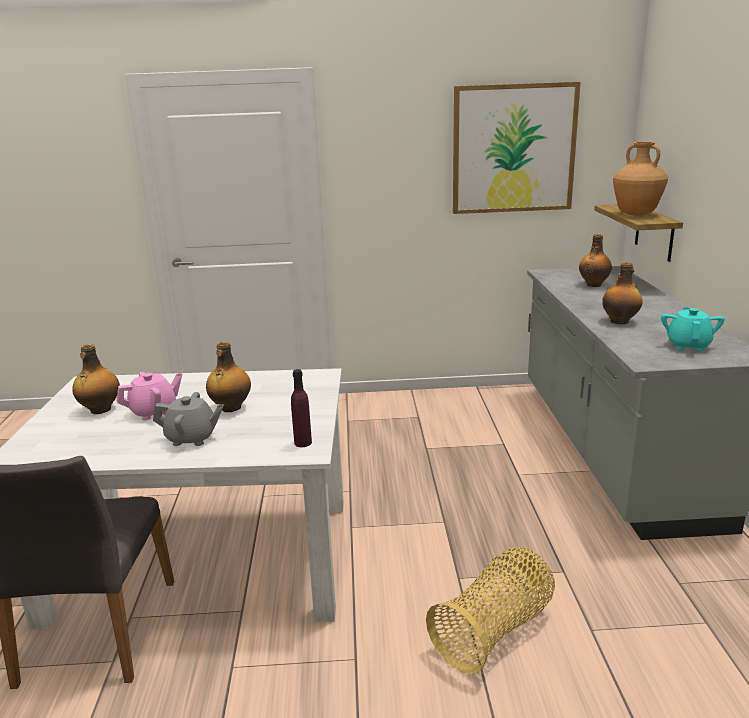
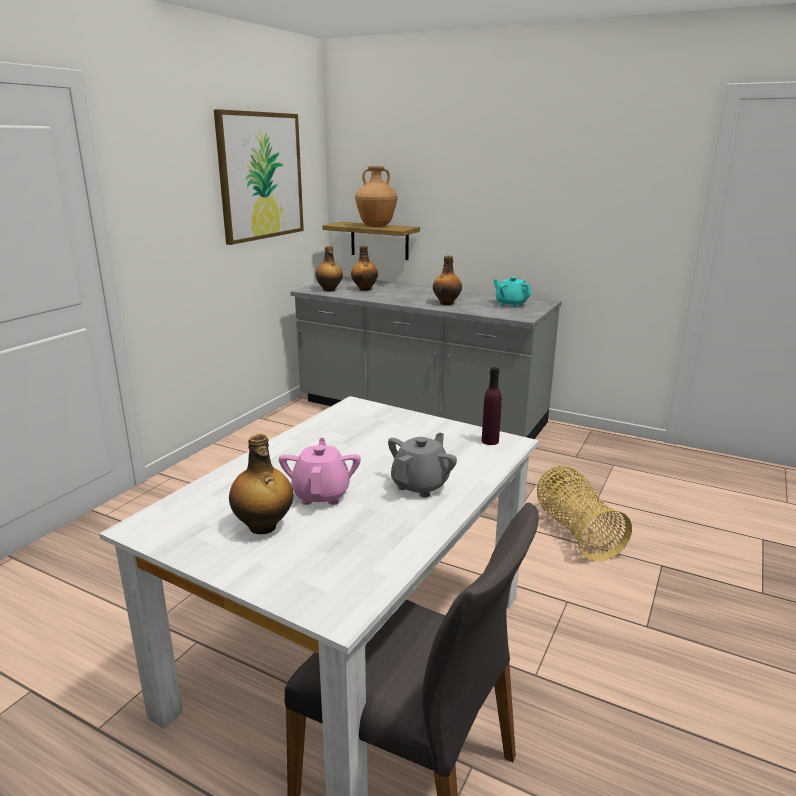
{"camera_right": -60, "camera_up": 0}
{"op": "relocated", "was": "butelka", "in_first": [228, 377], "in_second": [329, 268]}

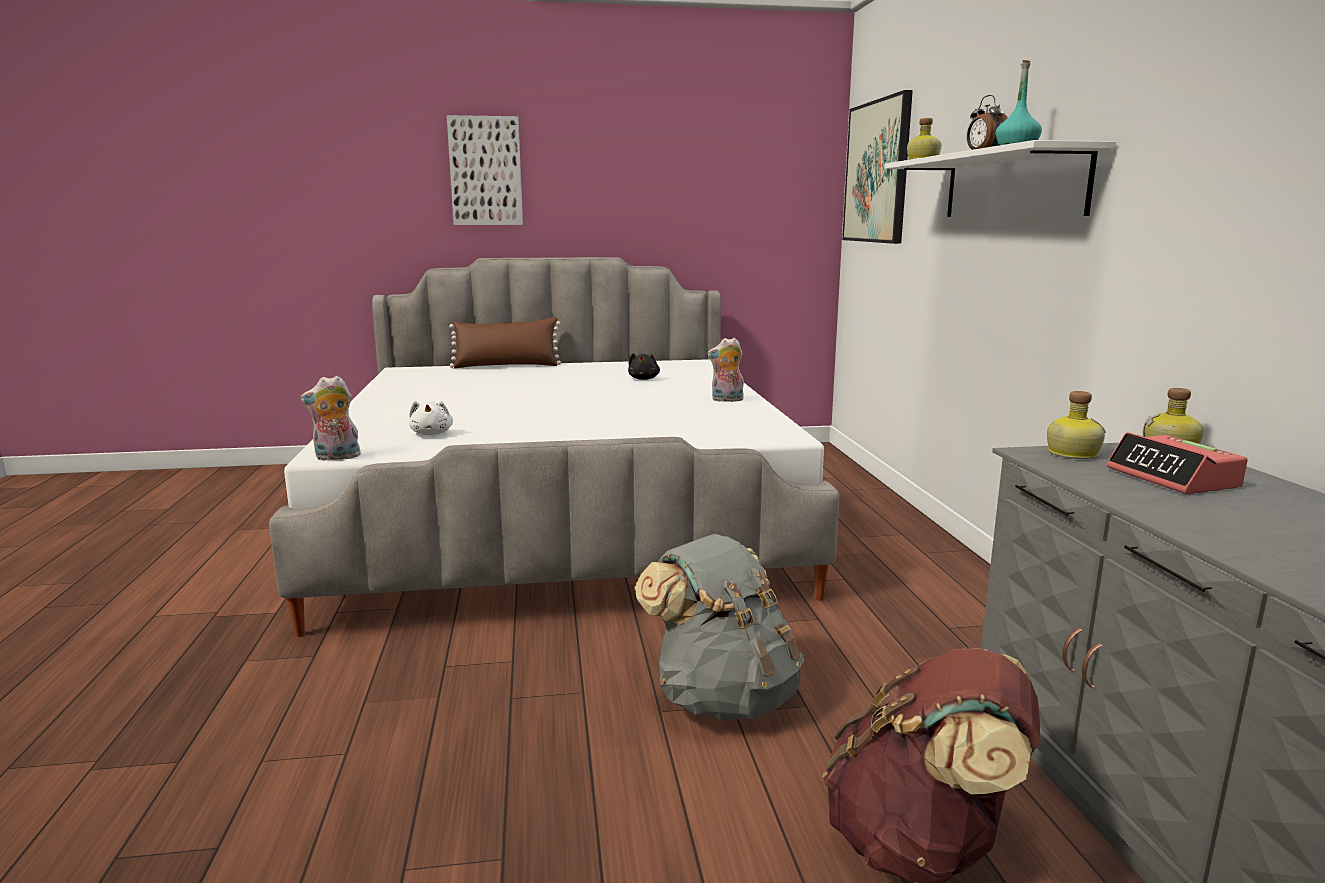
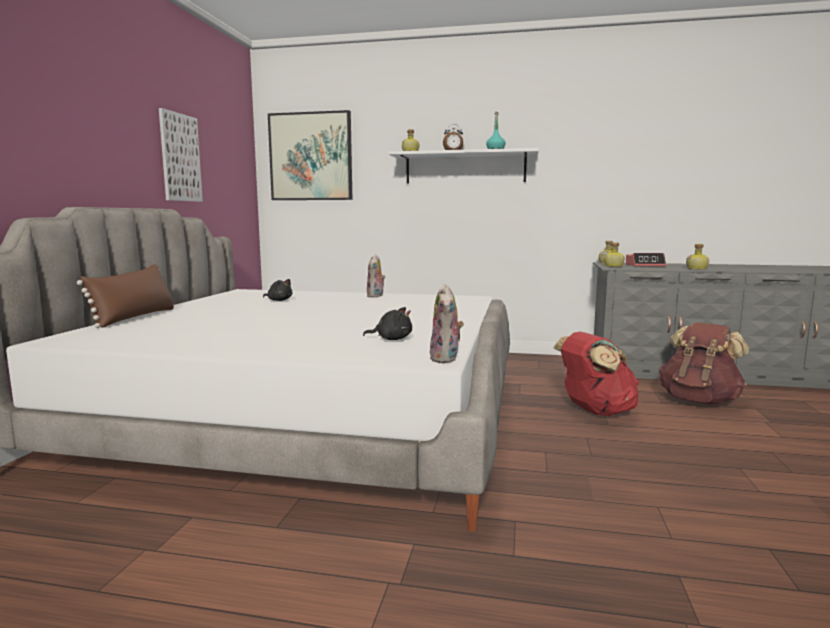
{"camera_right": -70, "camera_up": -5}
{"op": "relocated", "was": "obraz", "in_first": [485, 170], "in_second": [181, 155]}
{"op": "colour", "was": "pluszak (biały)", "now": "pluszak (czarny)", "in_first": [431, 418], "in_second": [387, 323]}
{"op": "colour", "was": "plecak (szary)", "now": "plecak (czerwony)", "in_first": [719, 627], "in_second": [596, 374]}
{"op": "appeared", "now": "butelka", "in_second": [697, 256]}

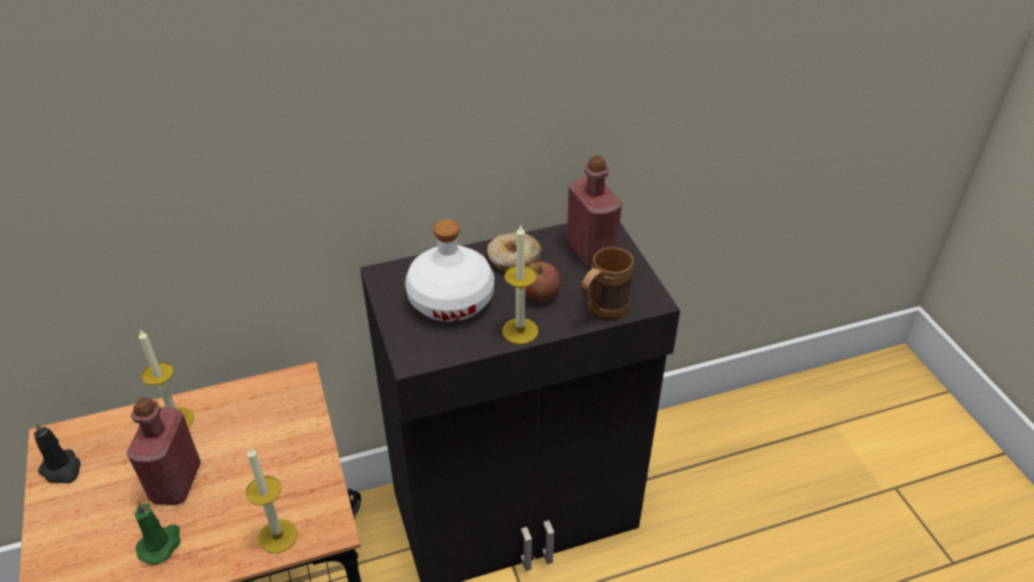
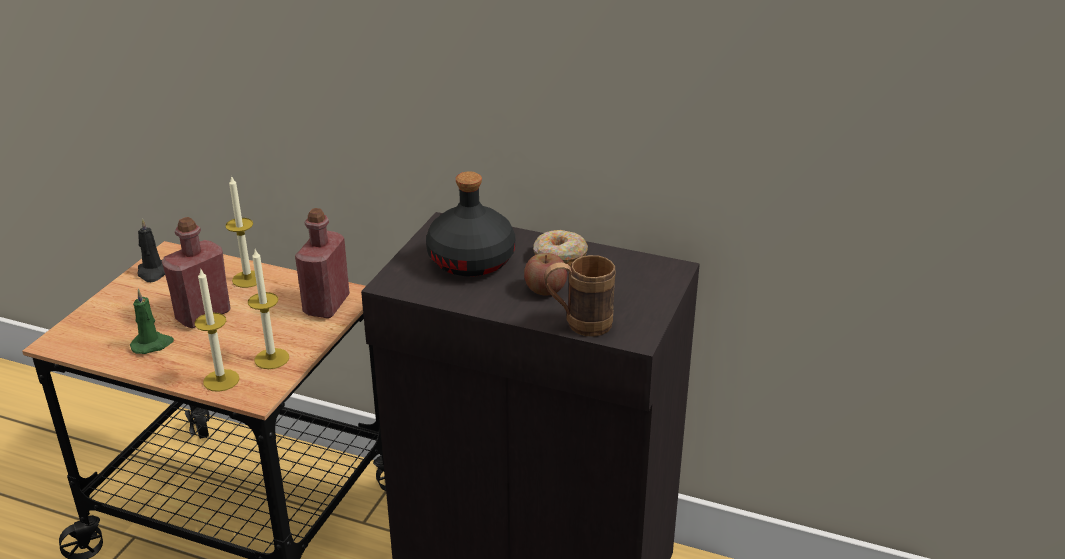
{"camera_right": 40, "camera_up": -10}
{"op": "relocated", "was": "butelka (czerwony)", "in_first": [594, 211], "in_second": [322, 263]}
{"op": "colour", "was": "butelka (biały)", "now": "butelka (czarny)", "in_first": [449, 270], "in_second": [470, 224]}
{"op": "relocated", "was": "świeca", "in_first": [520, 284], "in_second": [268, 309]}

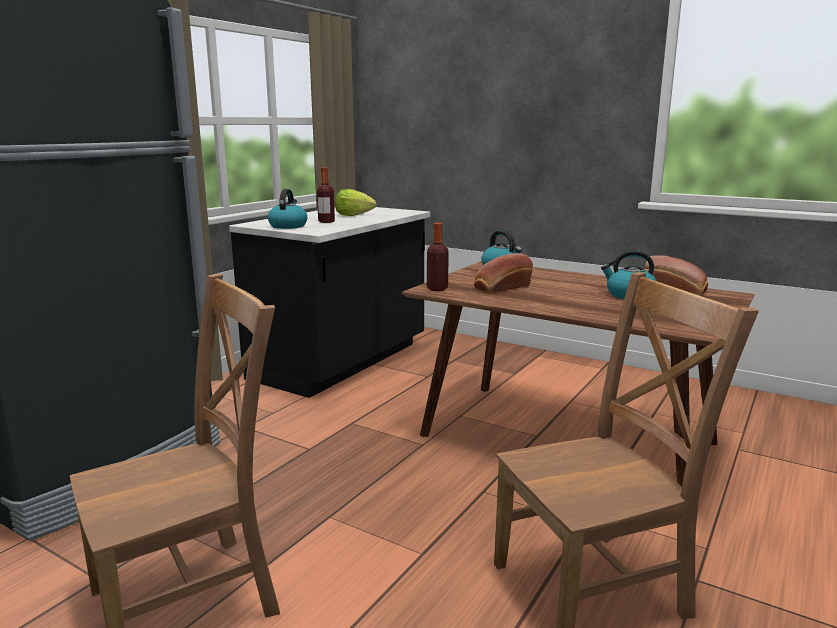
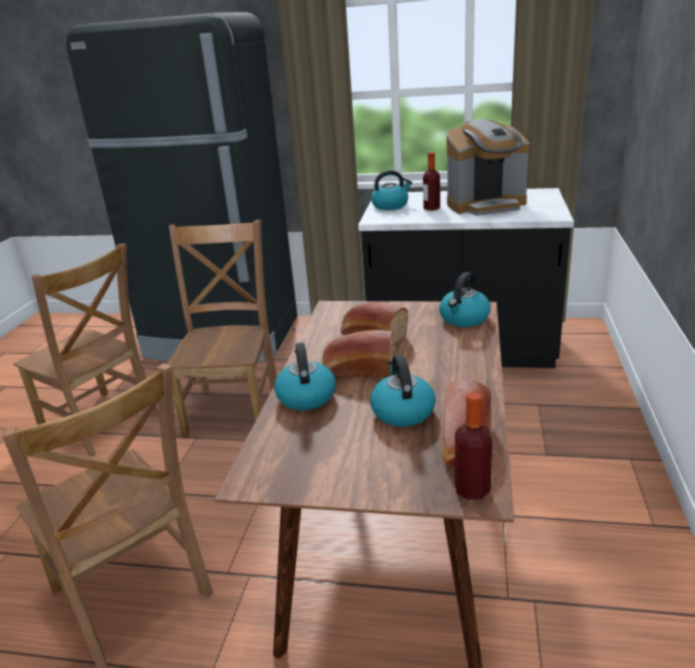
{"camera_right": 70, "camera_up": 10}
{"op": "exchanged", "was": "sałata", "now": "ekspres do kawy", "in_first": [355, 202], "in_second": [488, 167]}
{"op": "relocated", "was": "butelka", "in_first": [438, 257], "in_second": [473, 446]}
{"op": "appeared", "now": "krzesło (brązowy)", "in_second": [222, 328]}
{"op": "appeared", "now": "chleb", "in_second": [357, 353]}
{"op": "appeared", "now": "czajnik", "in_second": [305, 376]}

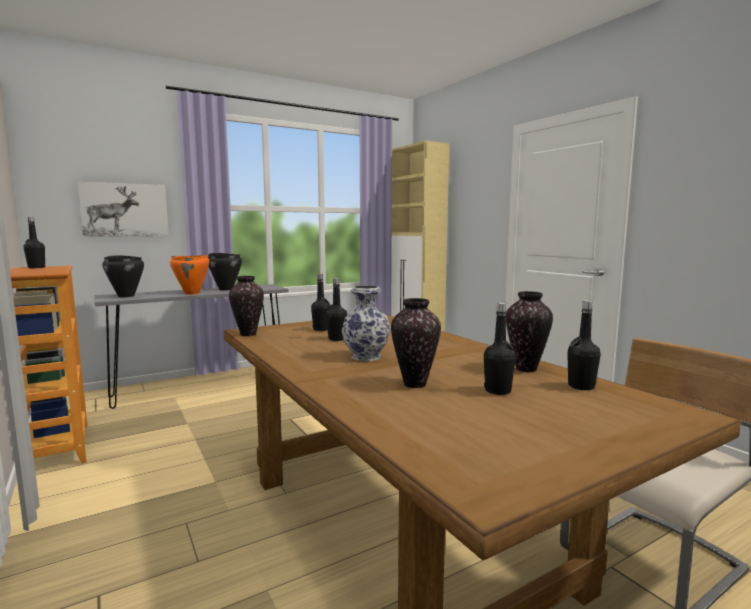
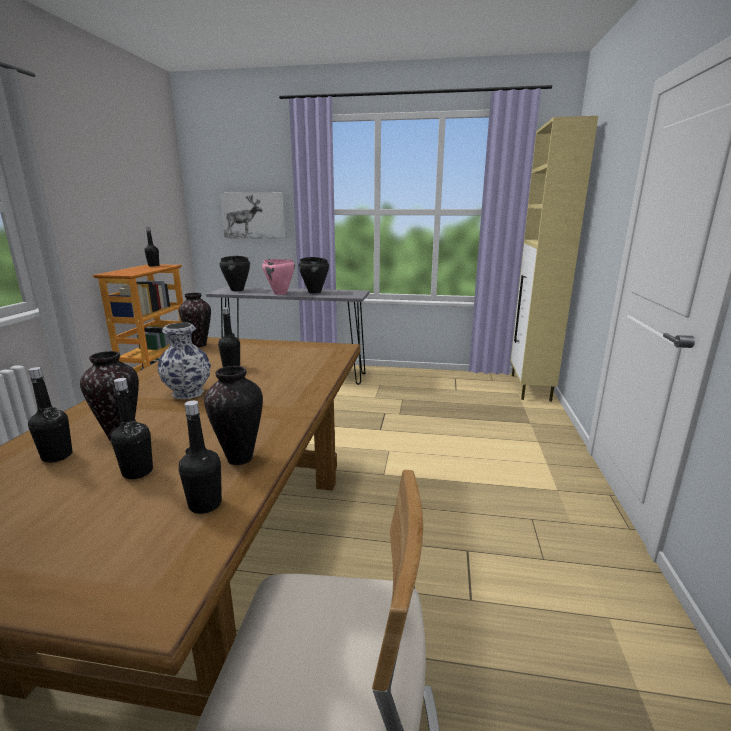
{"camera_right": 40, "camera_up": 10}
{"op": "colour", "was": "garnek (pomarańczowy)", "now": "garnek (różowy)", "in_first": [189, 275], "in_second": [278, 277]}
{"op": "relocated", "was": "butelka (czarny)", "in_first": [320, 302], "in_second": [50, 415]}

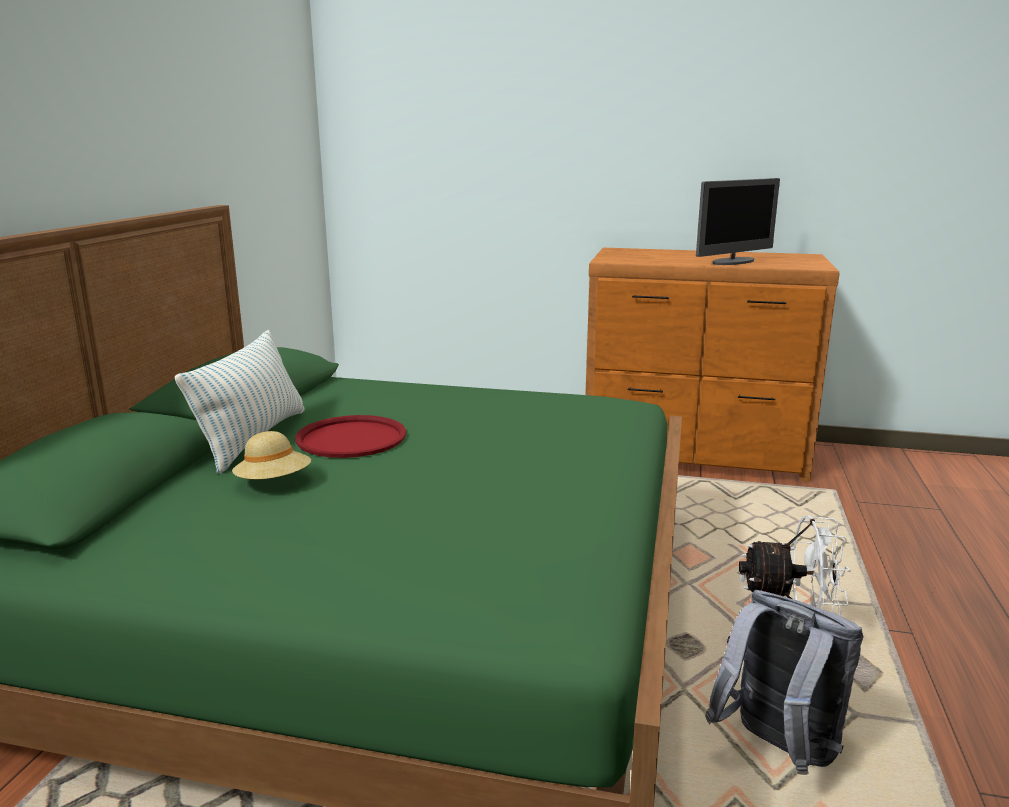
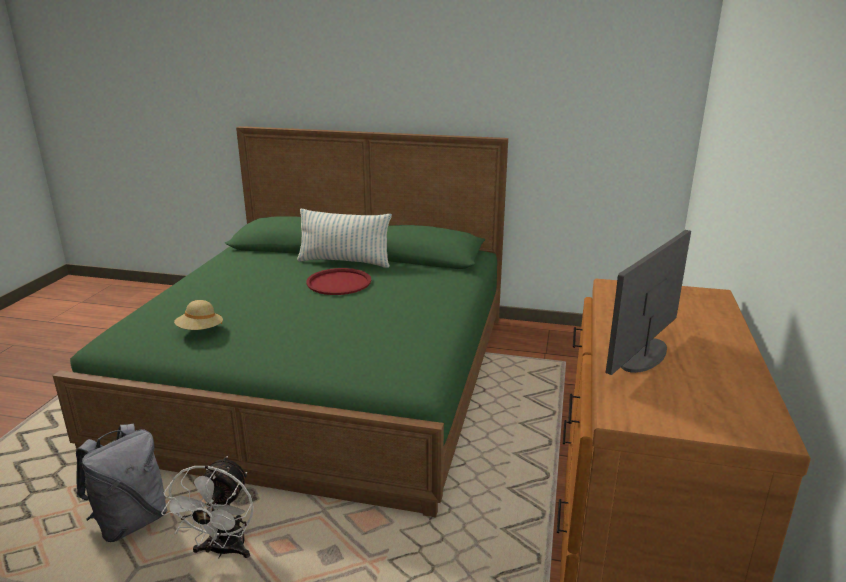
{"camera_right": 90, "camera_up": 5}
{"op": "spun", "was": "monitor", "in_first": [738, 221], "in_second": [648, 302], "clockwise": 75}
{"op": "relocated", "was": "kapelusz (beżowy)", "in_first": [271, 455], "in_second": [198, 315]}

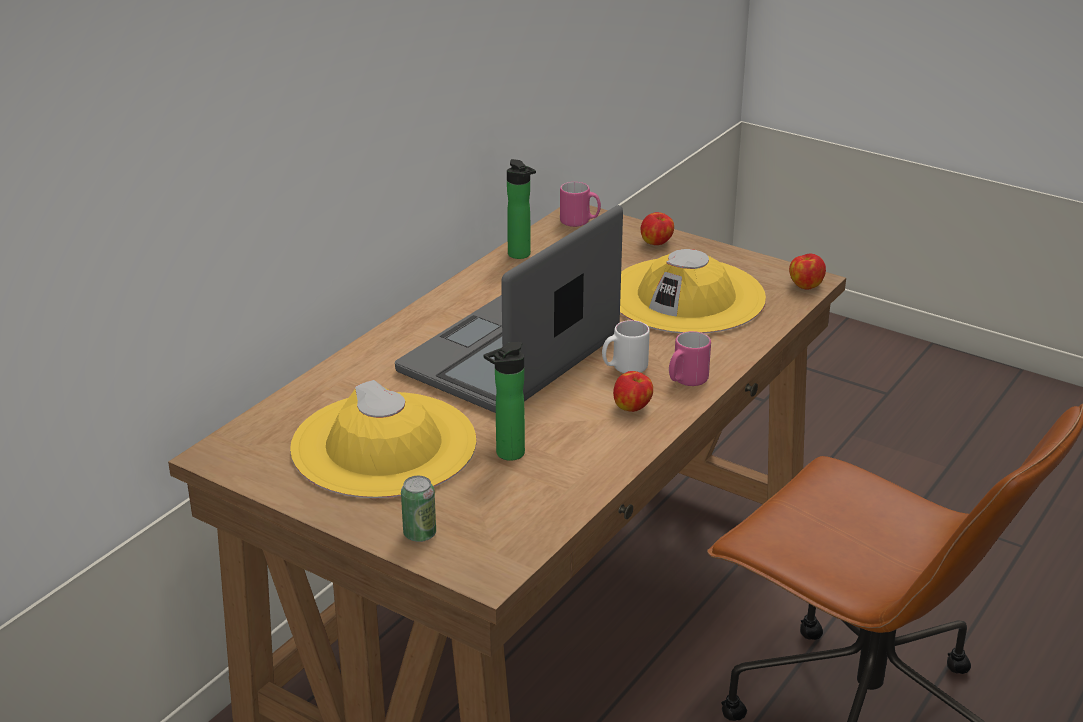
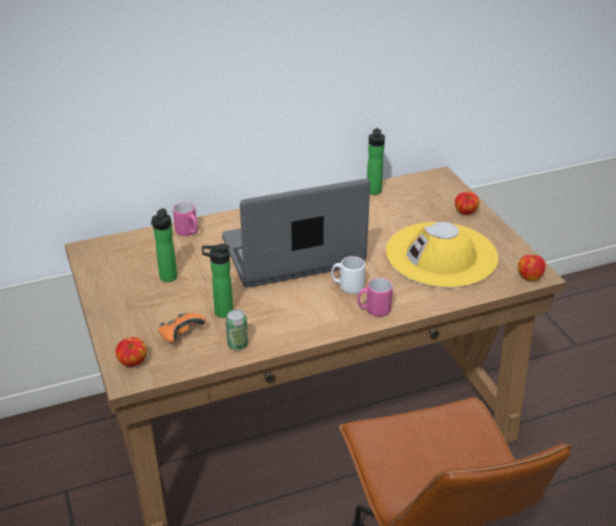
{"camera_right": 35, "camera_up": 5}
{"op": "relocated", "was": "kubek (różowy)", "in_first": [580, 204], "in_second": [185, 219]}
{"op": "relocated", "was": "jabłko", "in_first": [633, 391], "in_second": [131, 352]}
{"op": "exchanged", "was": "kapelusz (żółty)", "now": "butelka", "in_first": [383, 439], "in_second": [164, 245]}
{"op": "relocated", "was": "puszka", "in_first": [418, 509], "in_second": [237, 329]}
{"op": "appeared", "now": "pad do gier (pomarańczowy)", "in_second": [182, 328]}

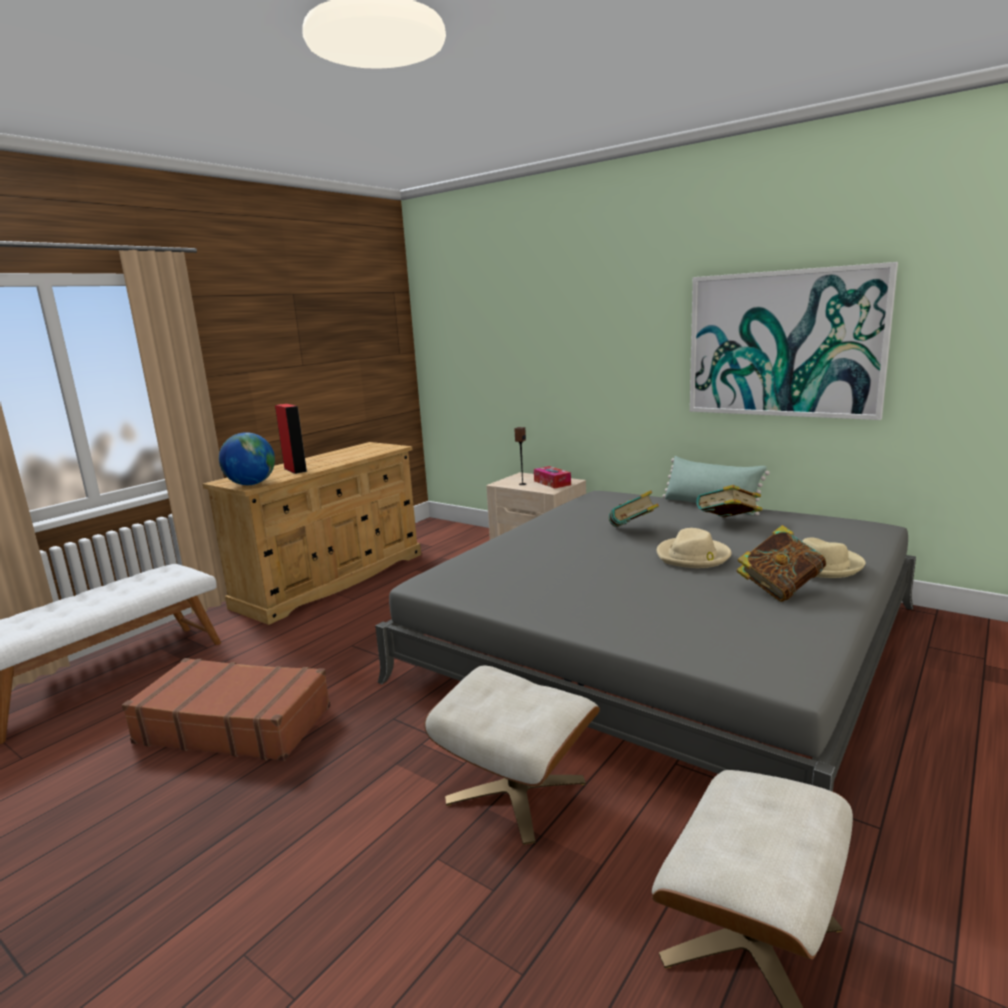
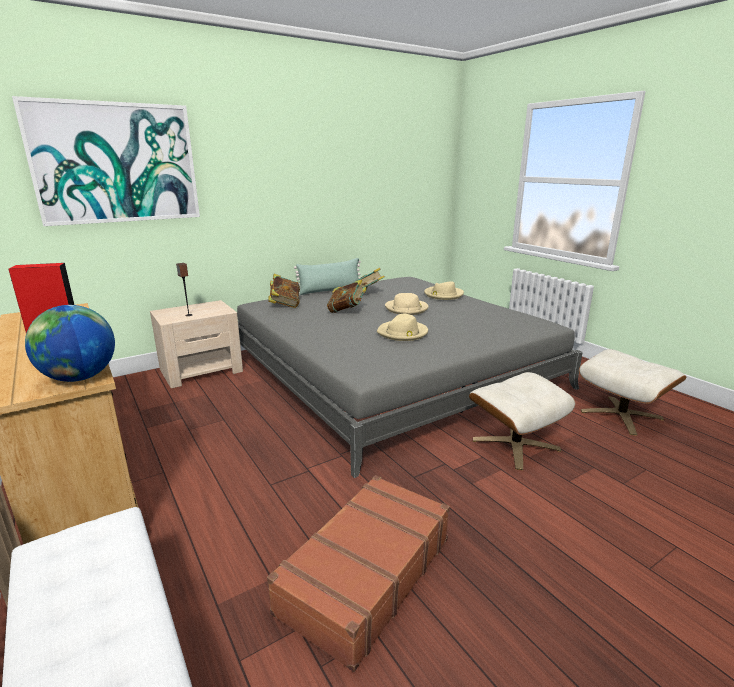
{"camera_right": -70, "camera_up": 5}
{"op": "relocated", "was": "obraz", "in_first": [794, 341], "in_second": [106, 161]}
{"op": "missing", "was": "pudełko chusteczek", "in_first": [552, 477]}
{"op": "relocated", "was": "książka", "in_first": [781, 563], "in_second": [284, 291]}
{"op": "appeared", "now": "kapelusz (beżowy)", "in_second": [402, 327]}

